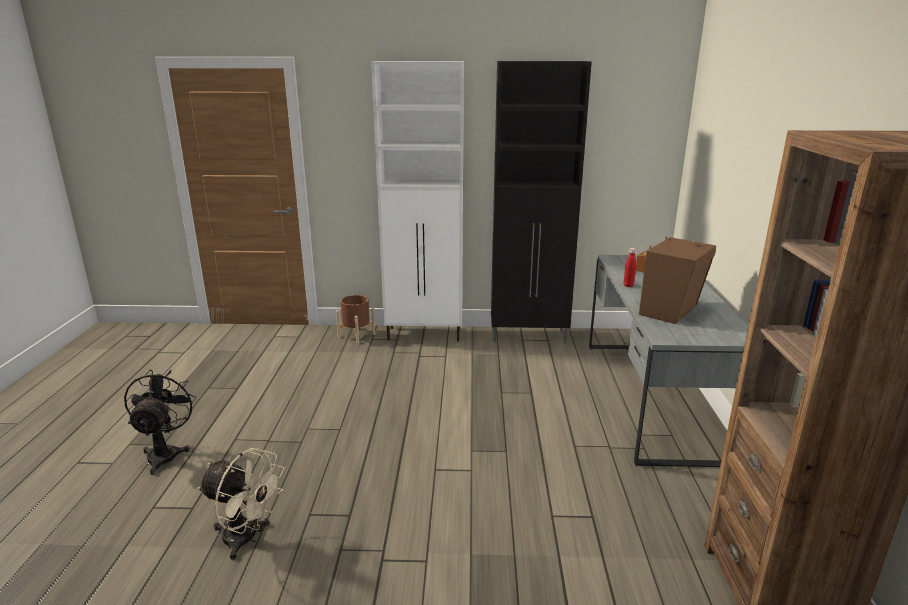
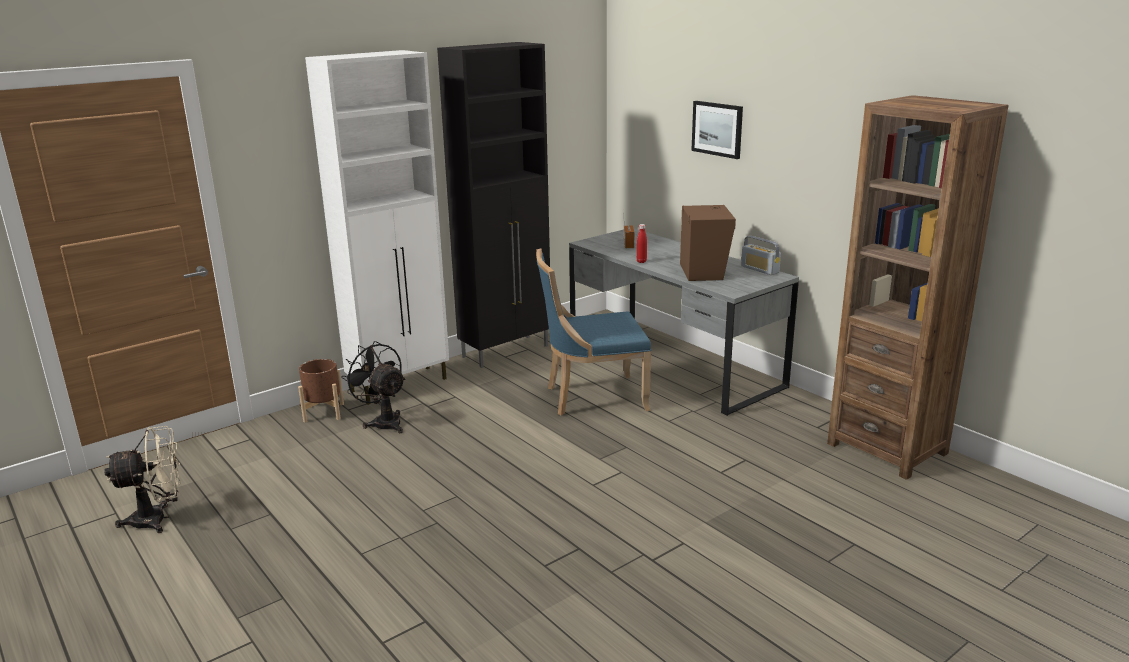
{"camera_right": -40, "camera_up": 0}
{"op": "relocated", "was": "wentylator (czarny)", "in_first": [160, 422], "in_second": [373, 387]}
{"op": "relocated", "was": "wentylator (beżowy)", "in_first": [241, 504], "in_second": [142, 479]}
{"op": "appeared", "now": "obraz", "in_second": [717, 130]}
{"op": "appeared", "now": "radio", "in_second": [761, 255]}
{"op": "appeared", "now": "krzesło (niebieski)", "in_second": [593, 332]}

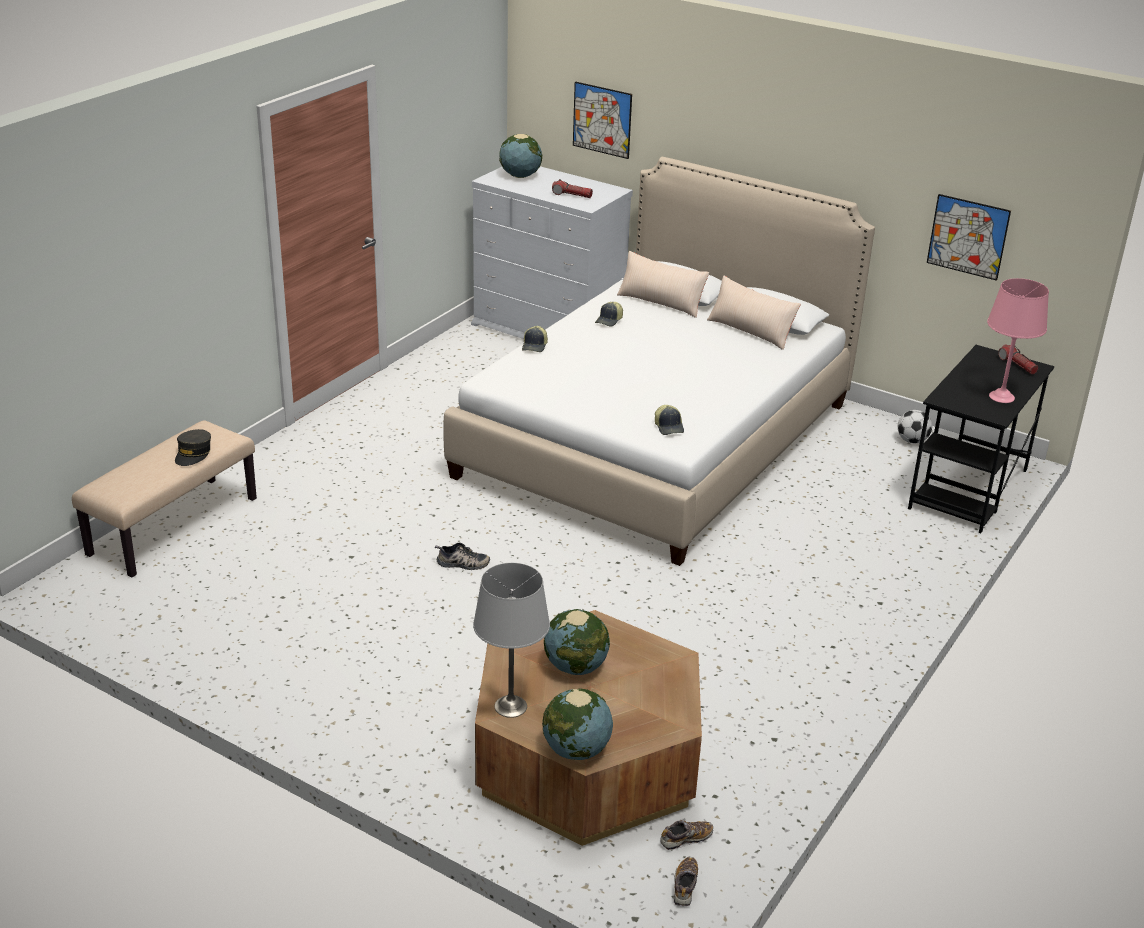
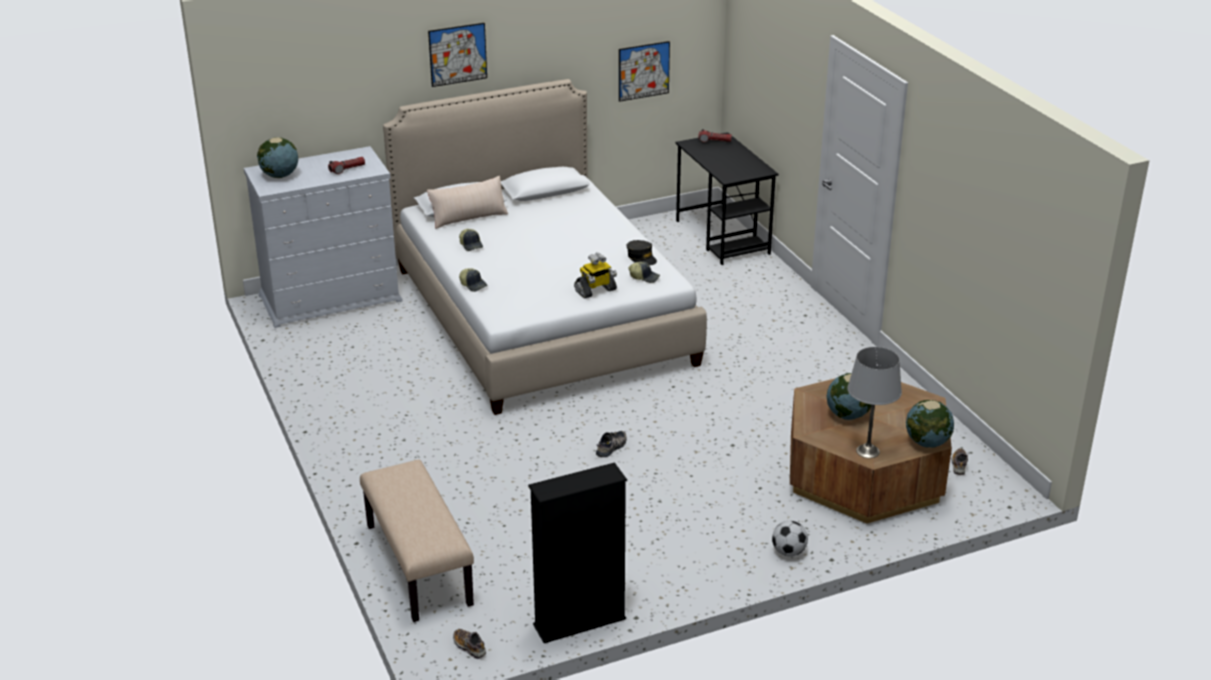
{"camera_right": -55, "camera_up": 0}
{"op": "relocated", "was": "obraz", "in_first": [602, 120], "in_second": [457, 55]}
{"op": "missing", "was": "poduszka (beżowy)", "in_first": [754, 313]}
{"op": "missing", "was": "lampa stołowa (różowy)", "in_first": [1018, 340]}
{"op": "relocated", "was": "piłka futbolowa", "in_first": [915, 426], "in_second": [790, 538]}
{"op": "relocated", "was": "czapka z daszkiem (szary)", "in_first": [193, 447], "in_second": [642, 252]}
{"op": "relocated", "was": "but", "in_first": [685, 881], "in_second": [469, 644]}
{"op": "appeared", "now": "robot zabawkowy", "in_second": [595, 276]}
{"op": "appeared", "now": "regał (czarny)", "in_second": [577, 552]}

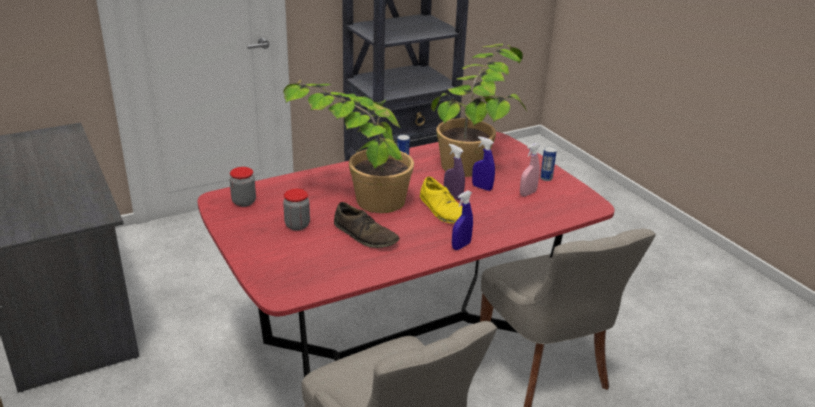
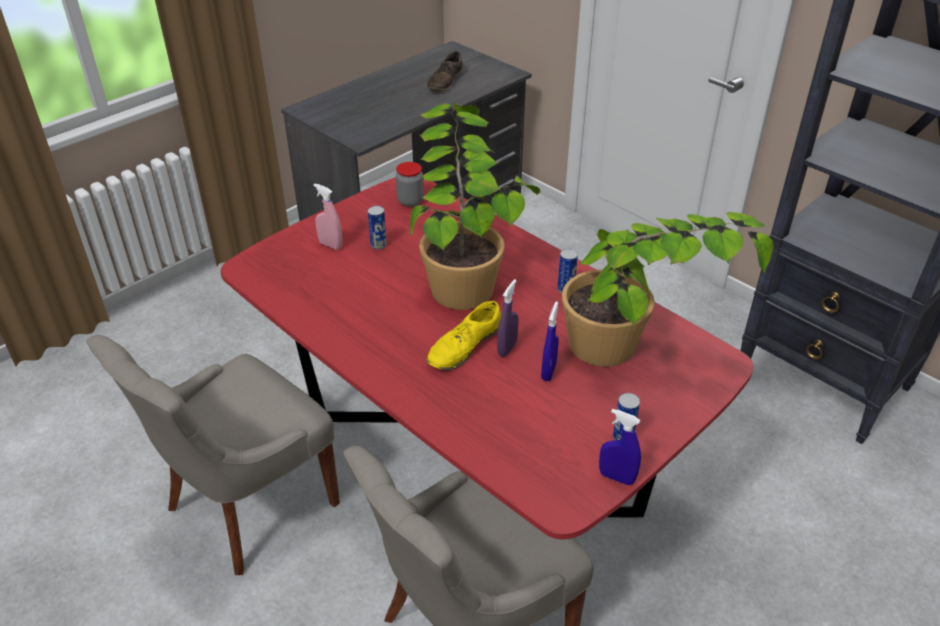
{"camera_right": 75, "camera_up": 10}
{"op": "relocated", "was": "spryskiwacz (różowy)", "in_first": [530, 169], "in_second": [328, 217]}
{"op": "exchanged", "was": "słoik", "now": "puszka", "in_first": [296, 210], "in_second": [377, 227]}
{"op": "relocated", "was": "spryskiwacz (niebieski)", "in_first": [462, 220], "in_second": [620, 447]}
{"op": "relocated", "was": "but (brązowy)", "in_first": [367, 225], "in_second": [445, 71]}

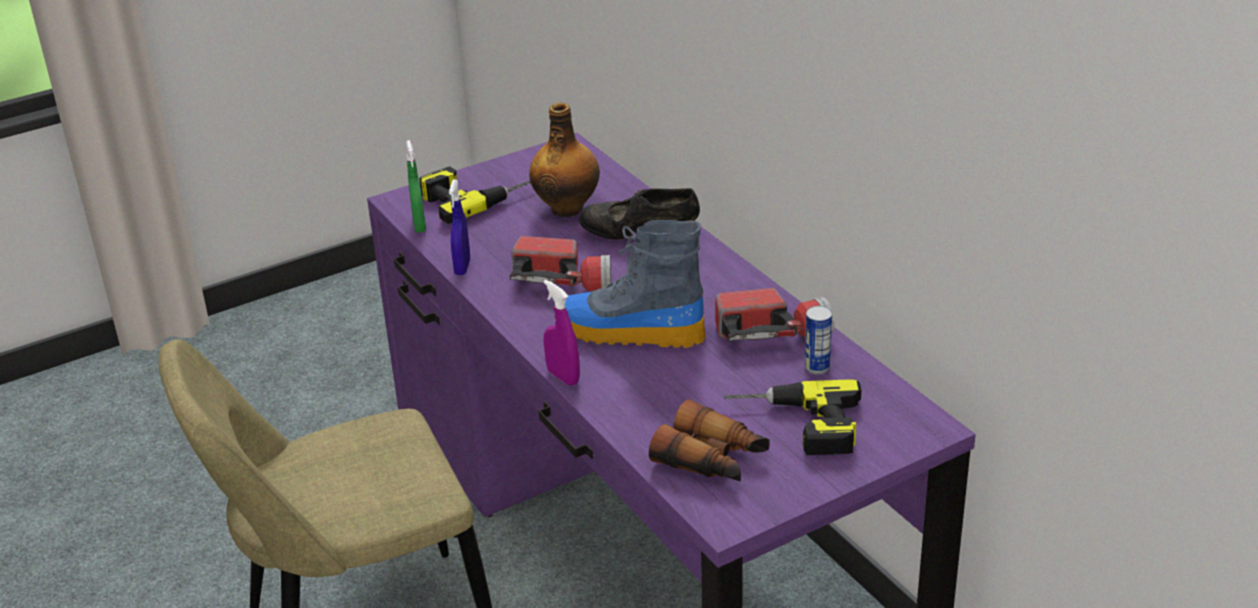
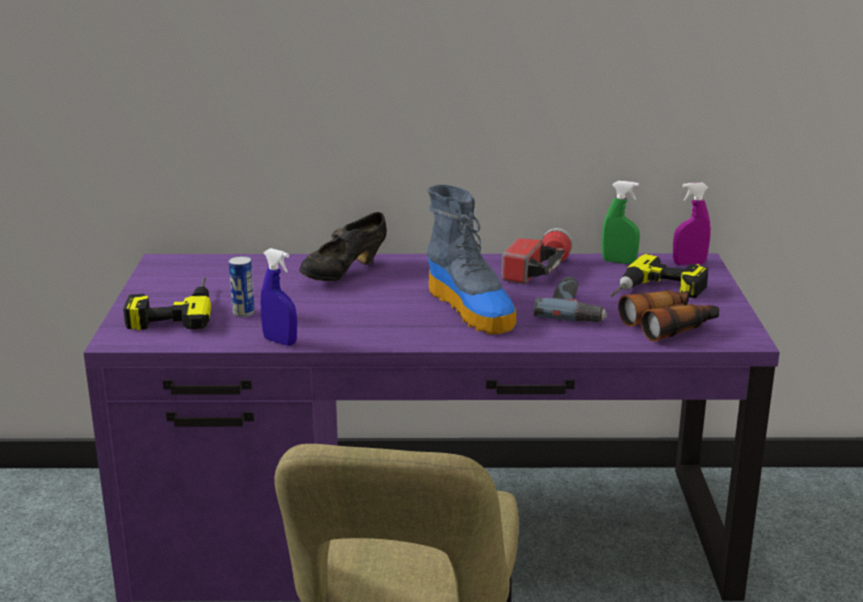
{"camera_right": -60, "camera_up": -10}
{"op": "missing", "was": "butelka", "in_first": [564, 160]}
{"op": "relocated", "was": "spryskiwacz (zielony)", "in_first": [416, 186], "in_second": [621, 222]}
{"op": "spun", "was": "but z cholewką", "in_first": [635, 284], "in_second": [471, 259], "clockwise": -75}
{"op": "missing", "was": "latarka", "in_first": [560, 264]}
{"op": "relocated", "was": "spryskiwacz (fioletowy)", "in_first": [561, 333], "in_second": [692, 224]}
{"op": "relocated", "was": "puszka", "in_first": [818, 340], "in_second": [242, 286]}
{"op": "appeared", "now": "wiertarka", "in_second": [570, 299]}

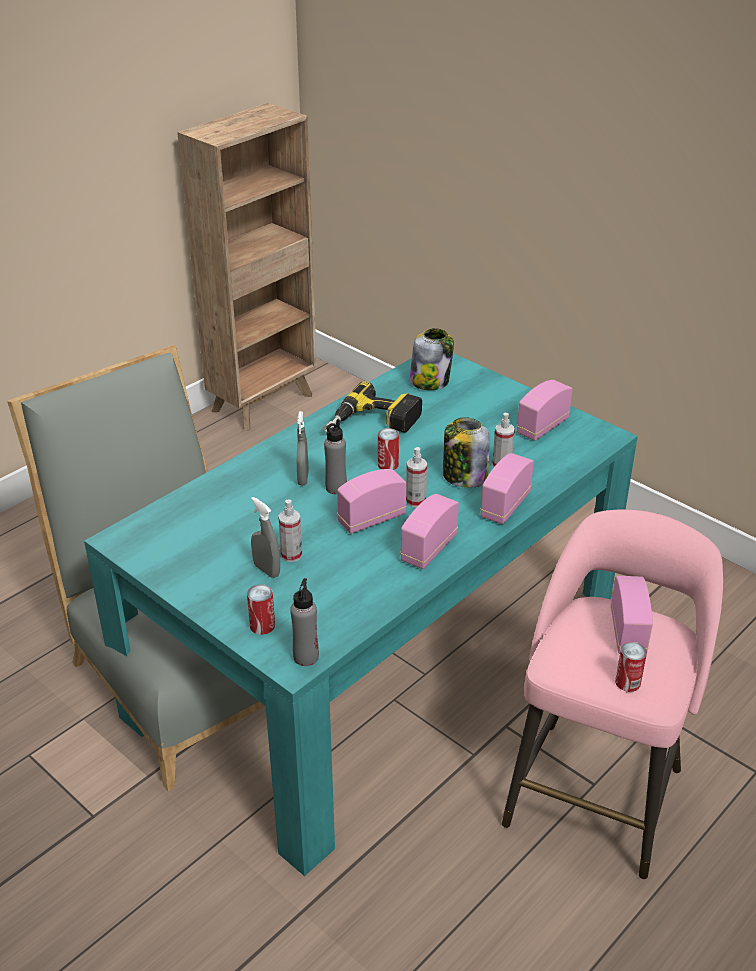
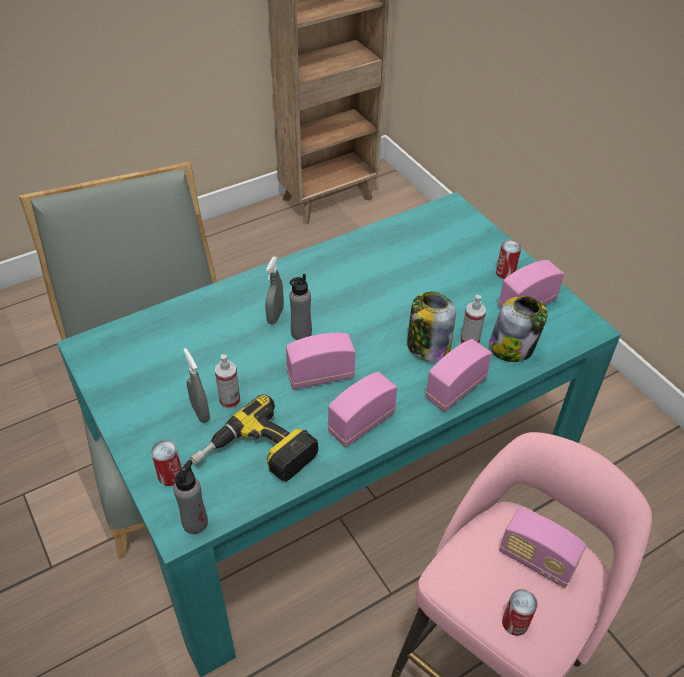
{"camera_right": 15, "camera_up": 10}
{"op": "relocated", "was": "słoik", "in_first": [431, 359], "in_second": [518, 329]}
{"op": "relocated", "was": "wiertarka", "in_first": [373, 407], "in_second": [254, 438]}
{"op": "relocated", "was": "puszka", "in_first": [388, 449], "in_second": [508, 259]}
{"op": "missing", "was": "spryskiwacz", "in_first": [416, 477]}
{"op": "spun", "was": "radio", "in_first": [632, 615], "in_second": [542, 548], "clockwise": 105}

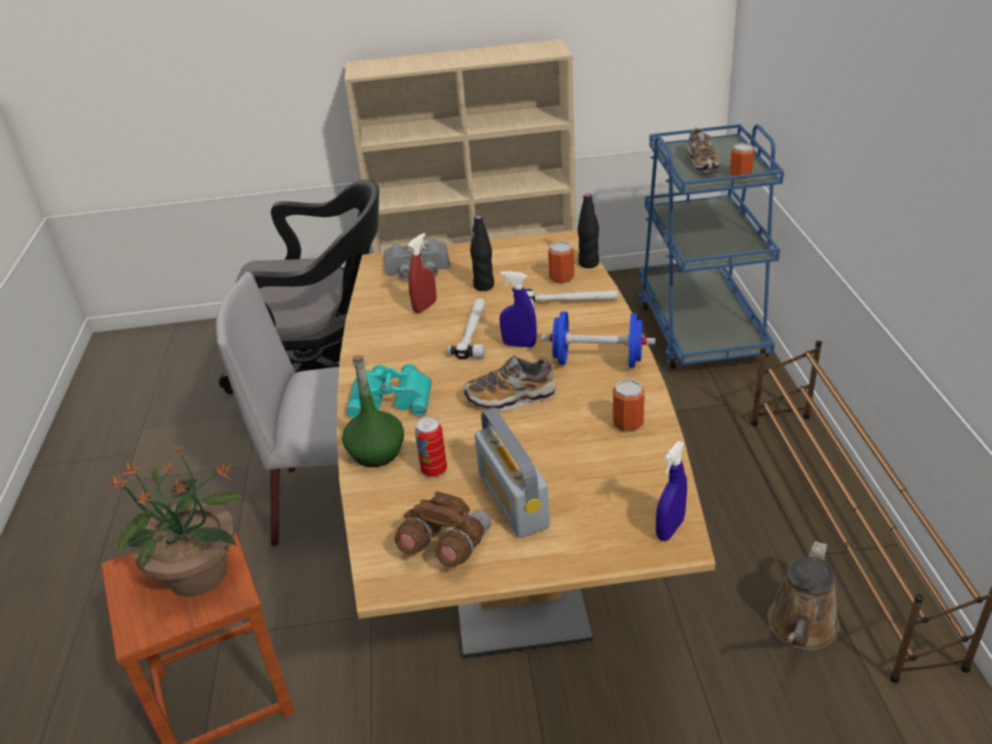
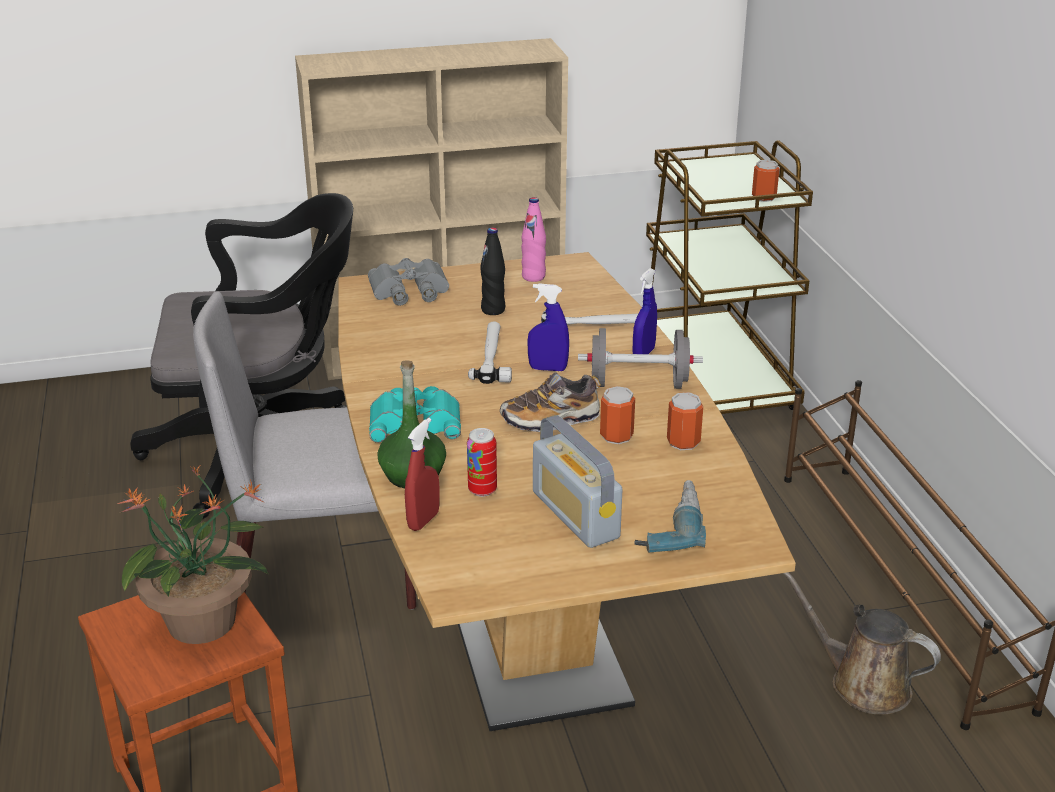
{"camera_right": -10, "camera_up": -5}
{"op": "colour", "was": "wózek (niebieski)", "now": "wózek (brązowy)", "in_first": [711, 246], "in_second": [729, 277]}
{"op": "missing", "was": "but", "in_first": [703, 150]}
{"op": "missing", "was": "butelka (czarny)", "in_first": [588, 230]}
{"op": "relocated", "was": "spryskiwacz (czerwony)", "in_first": [422, 273], "in_second": [422, 474]}
{"op": "relocated", "was": "puszka", "in_first": [561, 262], "in_second": [617, 415]}
{"op": "colour", "was": "hantel (niebieski)", "now": "hantel (szary)", "in_first": [598, 339], "in_second": [640, 358]}
{"op": "relocated", "was": "spryskiwacz (niebieski)", "in_first": [671, 491], "in_second": [645, 311]}
{"op": "missing", "was": "lornetka (brązowy)", "in_first": [443, 529]}
{"op": "spun", "was": "konewka (brązowy)", "in_first": [803, 595], "in_second": [861, 643], "clockwise": 105}
{"op": "appeared", "now": "butelka (różowy)", "in_second": [533, 239]}
{"op": "appeared", "now": "wiertarka", "in_second": [670, 516]}

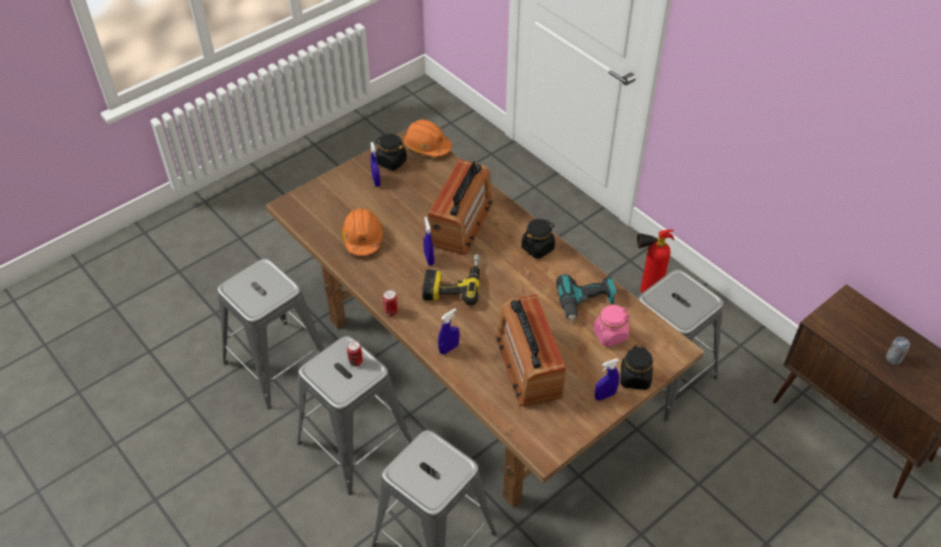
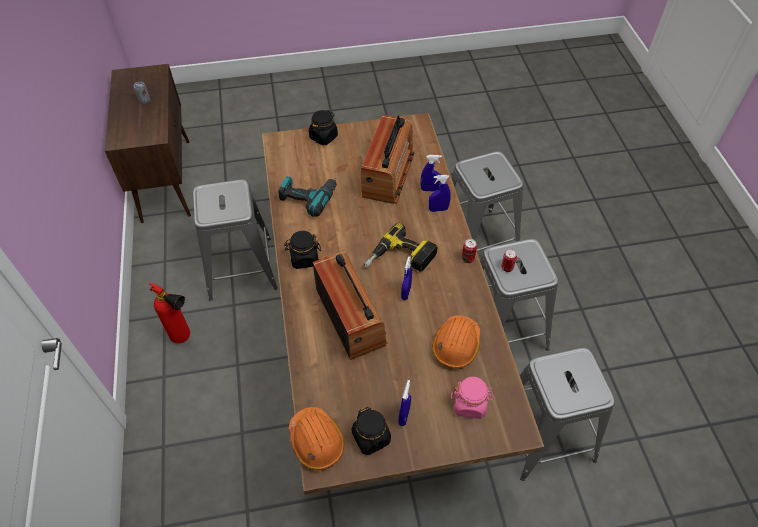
{"camera_right": -150, "camera_up": 5}
{"op": "spun", "was": "radio", "in_first": [460, 207], "in_second": [350, 306], "clockwise": 105}
{"op": "relocated", "was": "słoik (różowy)", "in_first": [612, 326], "in_second": [472, 398]}
{"op": "relocated", "was": "spryskiwacz (niebieski)", "in_first": [607, 380], "in_second": [431, 173]}

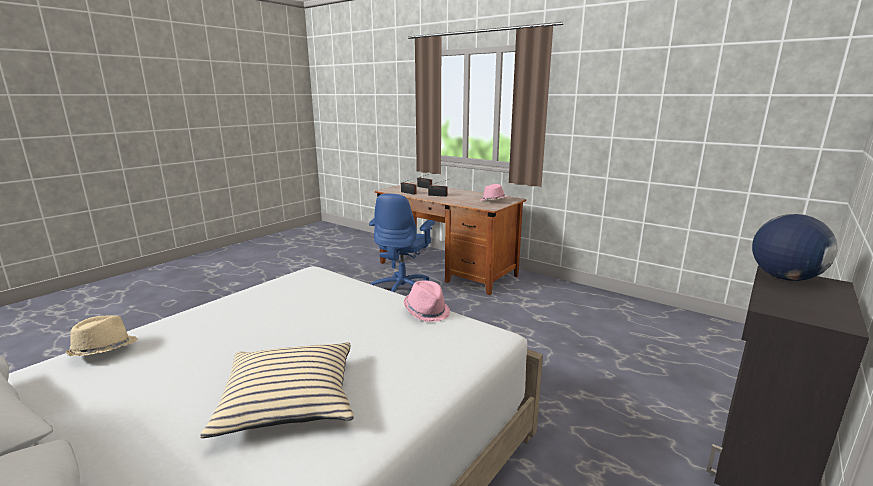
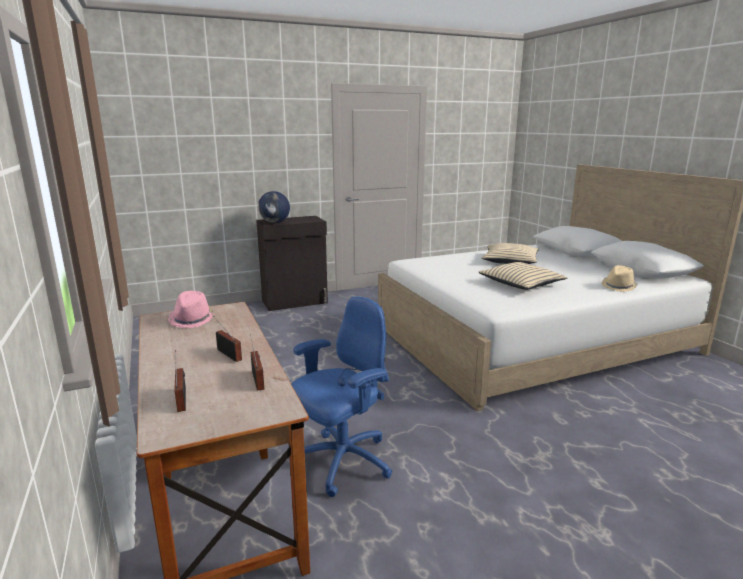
{"camera_right": -150, "camera_up": 0}
{"op": "missing", "was": "kapelusz (różowy)", "in_first": [427, 301]}
{"op": "appeared", "now": "poduszka (beżowy)", "in_second": [523, 276]}

